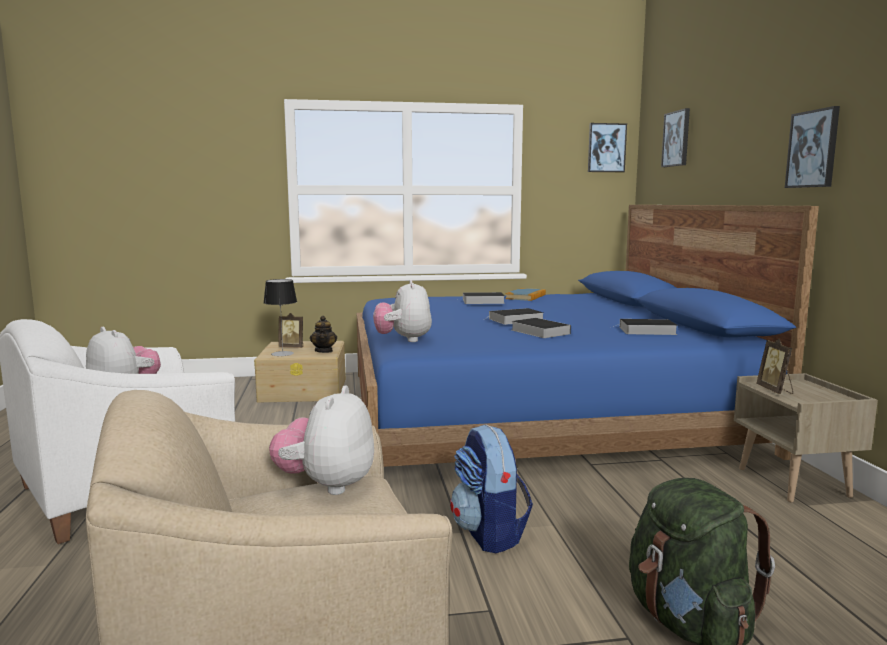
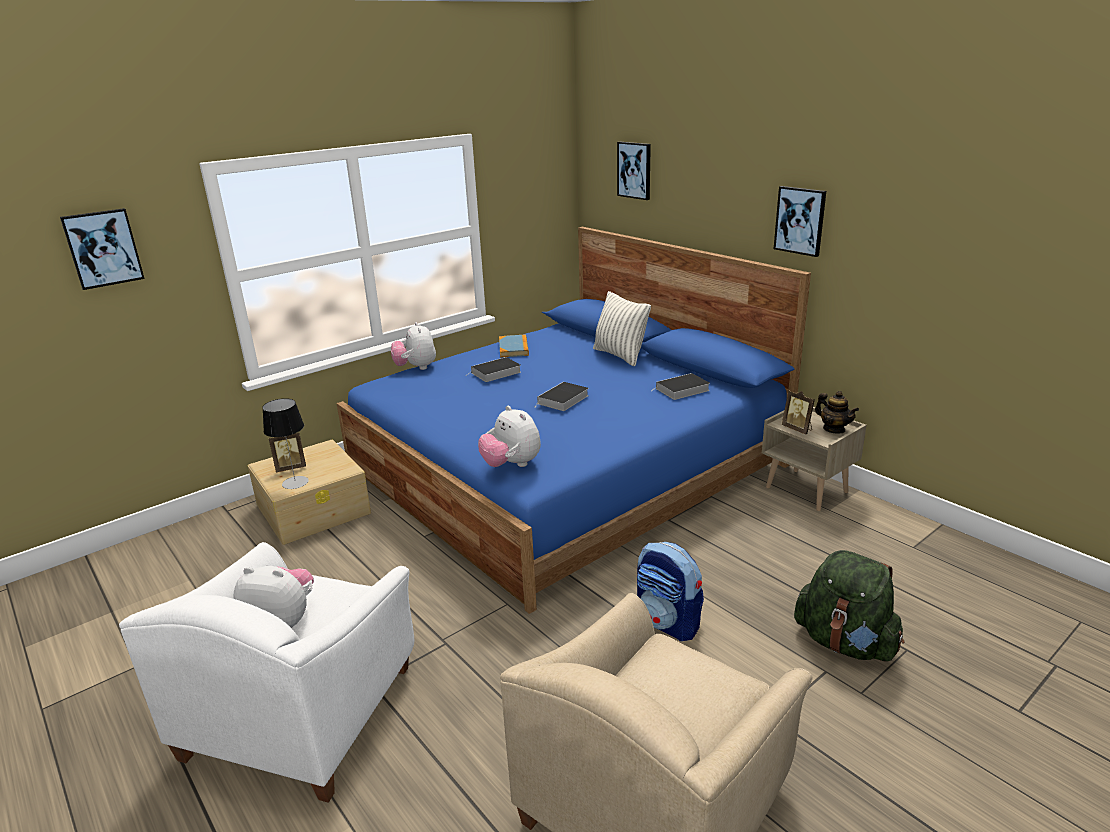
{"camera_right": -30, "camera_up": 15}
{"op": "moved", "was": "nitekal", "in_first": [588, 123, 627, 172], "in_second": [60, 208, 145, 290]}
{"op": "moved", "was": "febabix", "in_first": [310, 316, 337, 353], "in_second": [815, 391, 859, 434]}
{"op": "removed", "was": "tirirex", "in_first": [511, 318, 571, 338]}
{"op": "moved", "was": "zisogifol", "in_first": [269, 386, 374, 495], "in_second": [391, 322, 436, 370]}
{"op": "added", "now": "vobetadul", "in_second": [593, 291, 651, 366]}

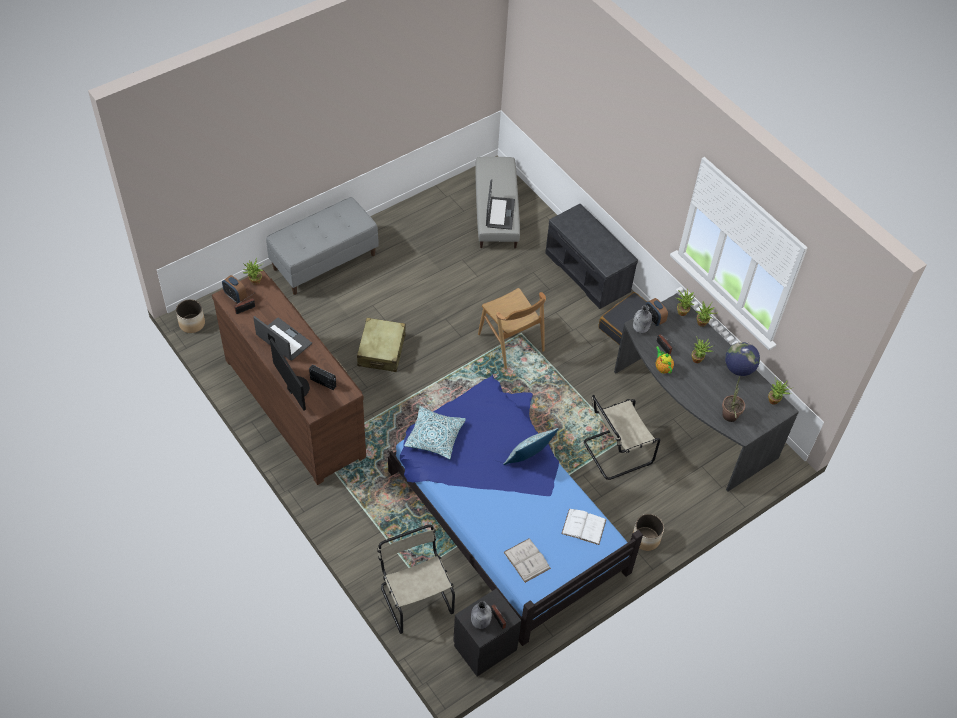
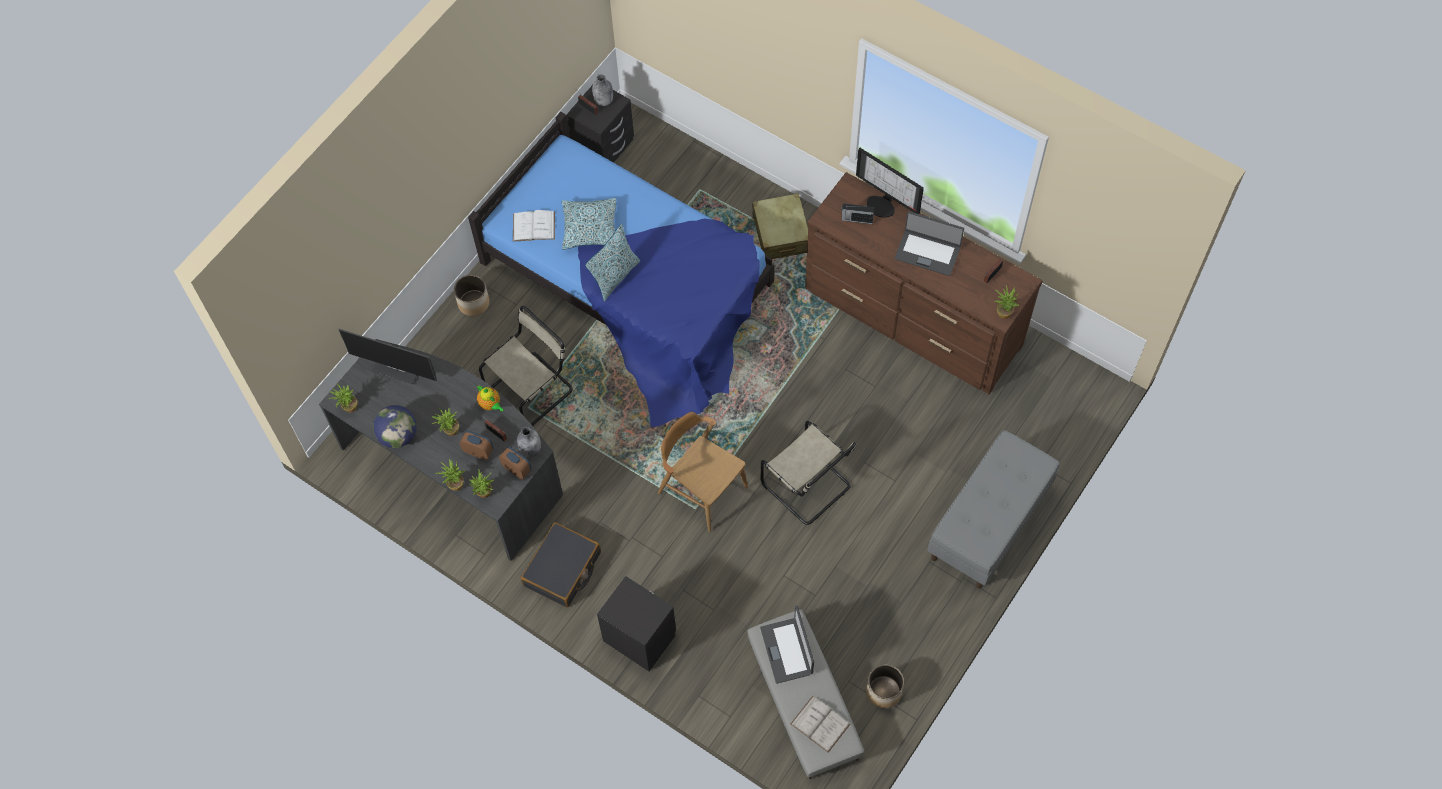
{"camera_right": 165, "camera_up": 10}
{"op": "replaced", "was": "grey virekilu", "now": "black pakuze", "in_first": [545, 204, 638, 309], "in_second": [597, 576, 676, 671]}
{"op": "moved", "was": "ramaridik", "in_first": [222, 275, 247, 303], "in_second": [460, 431, 494, 460]}
{"op": "moved", "was": "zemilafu", "in_first": [176, 299, 205, 333], "in_second": [866, 665, 904, 708]}
{"op": "moved", "was": "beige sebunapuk", "in_first": [357, 318, 406, 372], "in_second": [752, 193, 808, 259]}
{"op": "replaced", "was": "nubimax", "now": "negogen", "in_first": [722, 376, 745, 422], "in_second": [338, 329, 437, 384]}
{"op": "moved", "was": "vobetadul", "in_first": [404, 406, 466, 460], "in_second": [562, 198, 616, 250]}
{"op": "moved", "was": "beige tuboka", "in_first": [377, 525, 455, 634], "in_second": [761, 421, 856, 525]}
{"op": "moved", "was": "white tirirex", "in_first": [504, 539, 551, 583], "in_second": [791, 696, 850, 753]}

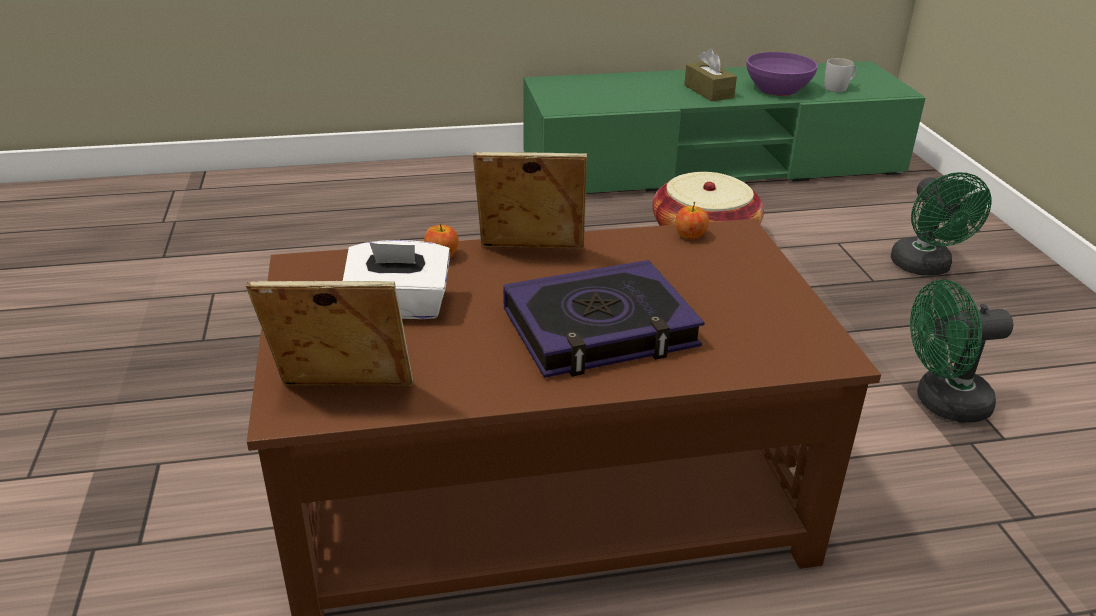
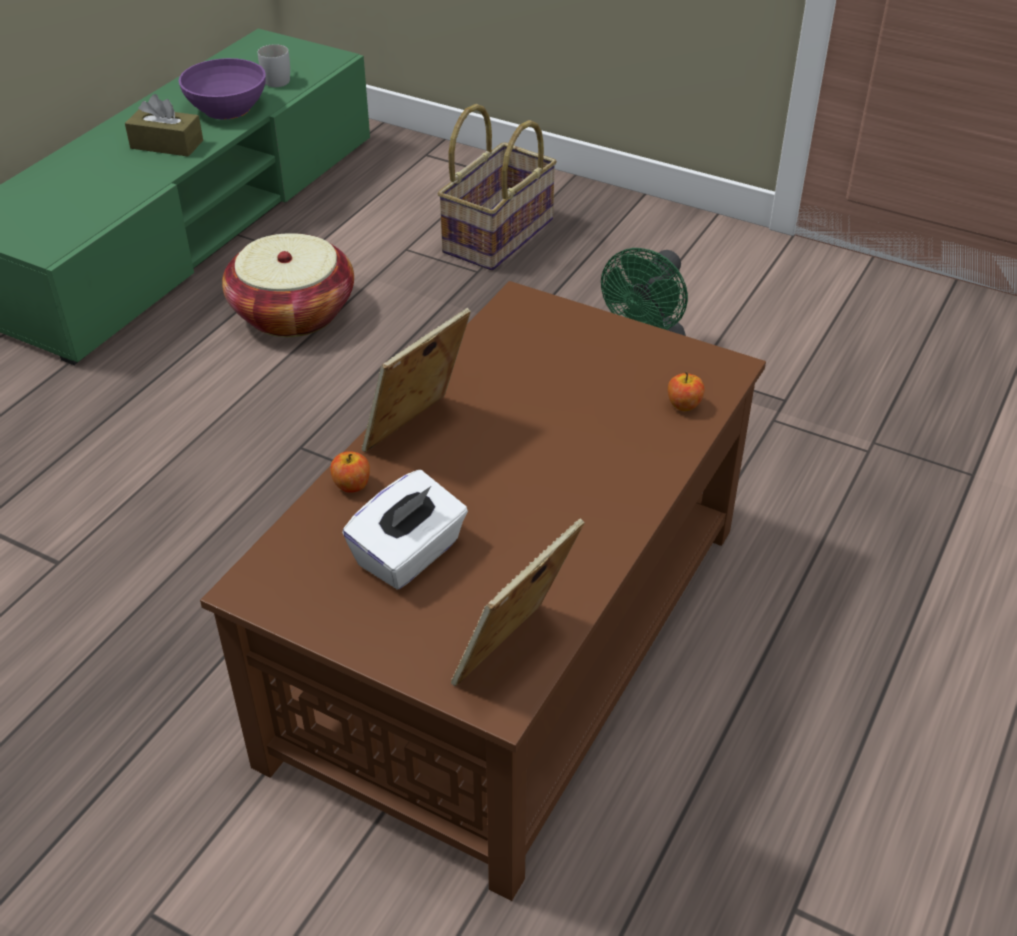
{"camera_right": -50, "camera_up": 10}
{"op": "replaced", "was": "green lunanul", "now": "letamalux", "in_first": [891, 172, 991, 276], "in_second": [437, 104, 557, 271]}
{"op": "moved", "was": "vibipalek", "in_first": [675, 202, 709, 239], "in_second": [668, 372, 704, 411]}
{"op": "removed", "was": "tirirex", "in_first": [503, 260, 705, 378]}

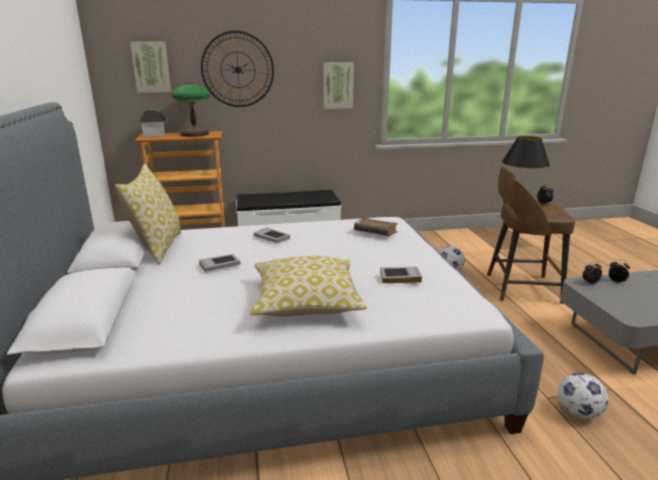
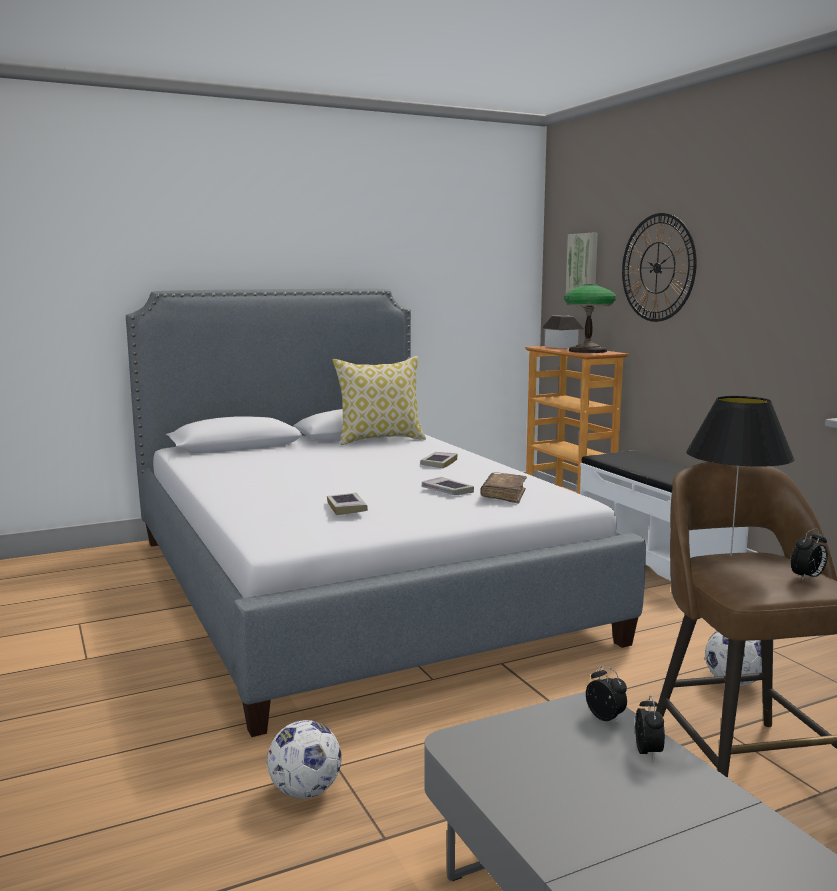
{"camera_right": 75, "camera_up": -10}
{"op": "removed", "was": "nitekal", "in_first": [323, 62, 354, 109]}
{"op": "moved", "was": "tirirex", "in_first": [199, 254, 241, 272], "in_second": [422, 477, 474, 495]}
{"op": "removed", "was": "vobetadul", "in_first": [250, 256, 367, 317]}

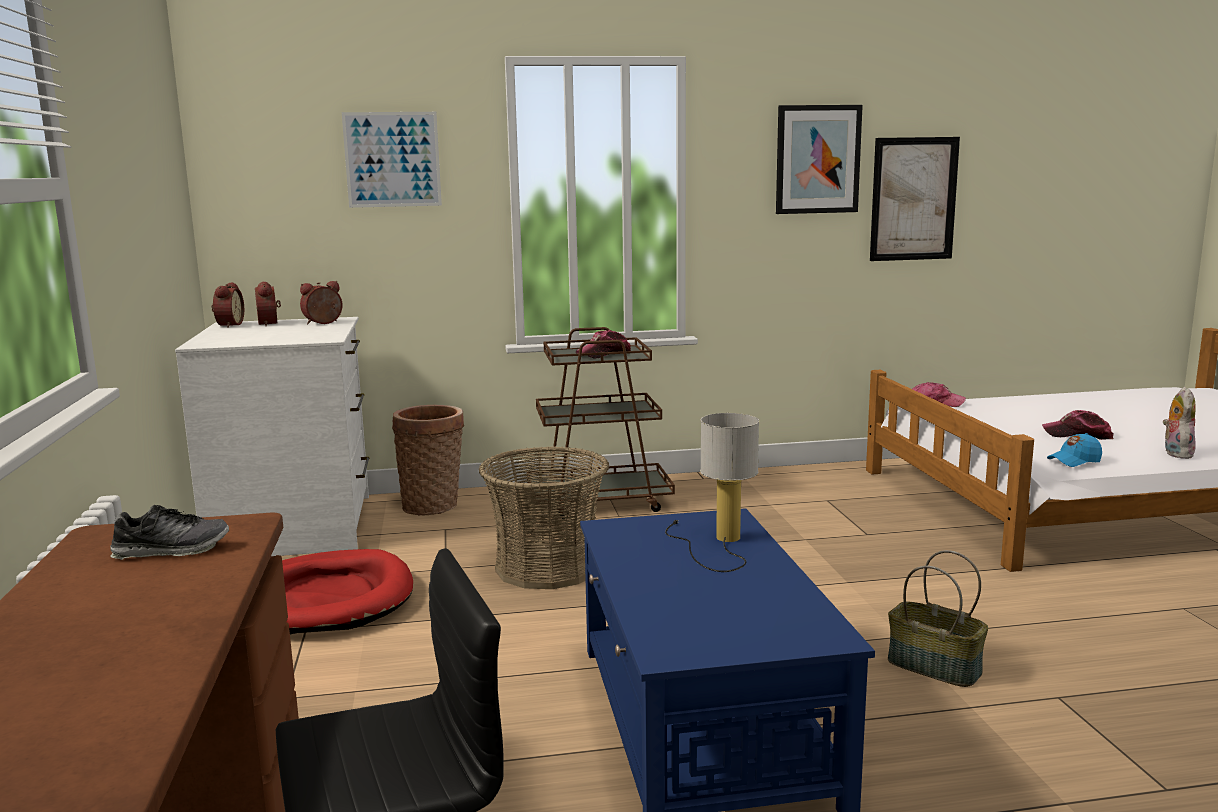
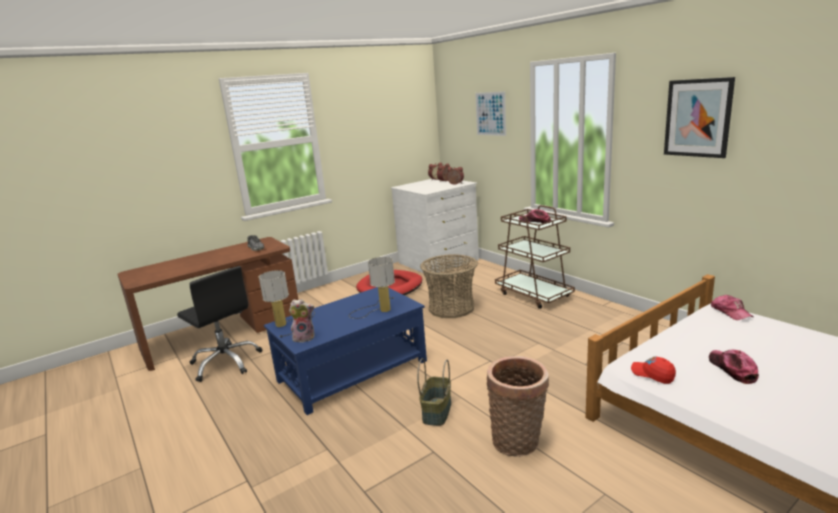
{"camera_right": 65, "camera_up": 5}
{"op": "removed", "was": "nitekal", "in_first": [870, 137, 960, 261]}
{"op": "moved", "was": "zisogifol", "in_first": [1163, 387, 1196, 459], "in_second": [289, 299, 315, 342]}
{"op": "moved", "was": "letamalux", "in_first": [392, 405, 464, 516], "in_second": [487, 356, 549, 457]}
{"op": "recoloured", "was": "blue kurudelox", "now": "red kurudelox", "in_first": [1047, 433, 1102, 467], "in_second": [631, 357, 676, 384]}
{"op": "added", "now": "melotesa", "in_second": [259, 270, 315, 337]}

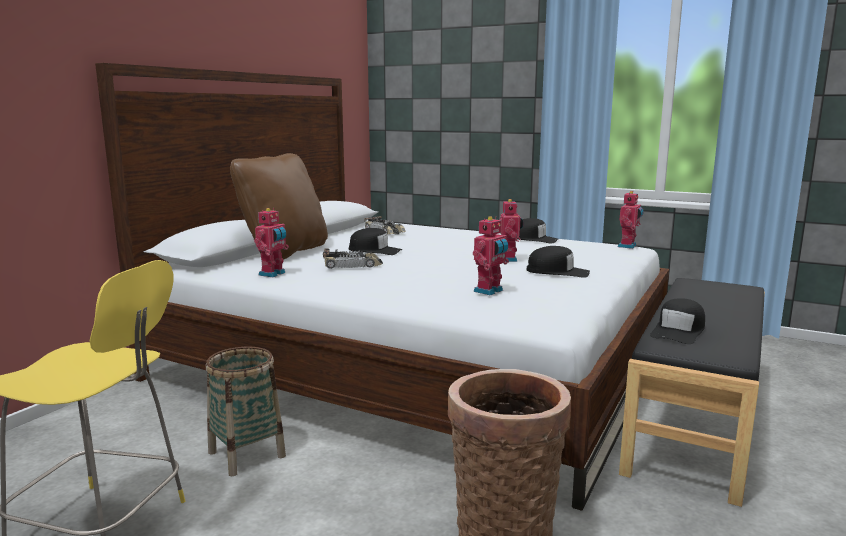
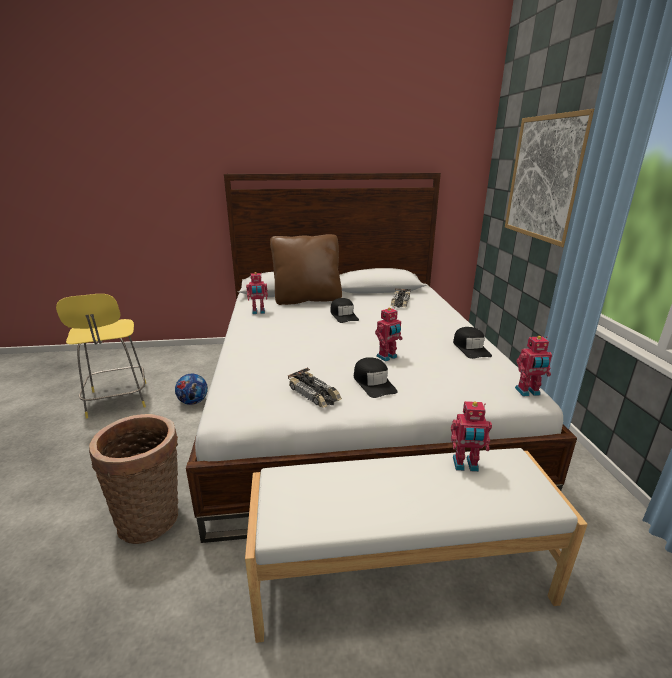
{"camera_right": 55, "camera_up": 10}
{"op": "moved", "was": "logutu", "in_first": [473, 216, 509, 295], "in_second": [451, 401, 492, 472]}
{"op": "moved", "was": "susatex", "in_first": [323, 249, 383, 269], "in_second": [288, 368, 342, 408]}
{"op": "recoloured", "was": "black virekilu", "now": "white virekilu", "in_first": [619, 278, 765, 507], "in_second": [245, 448, 588, 643]}
{"op": "removed", "was": "black kurudelox", "in_first": [650, 298, 705, 344]}
{"op": "replaced", "was": "letamalux", "now": "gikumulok", "in_first": [206, 347, 286, 476], "in_second": [175, 374, 208, 405]}
{"op": "added", "now": "nitekal", "in_second": [505, 109, 594, 248]}

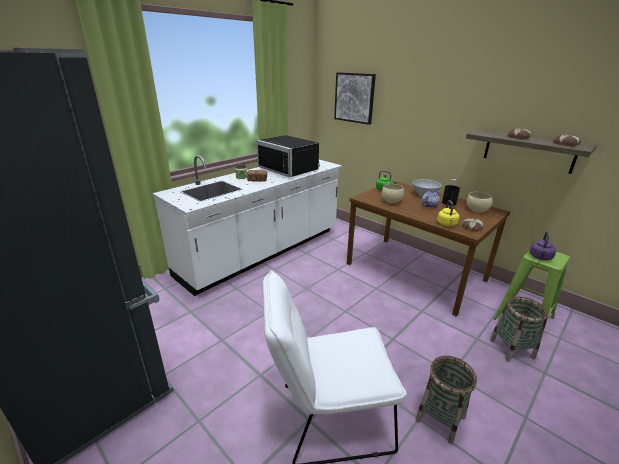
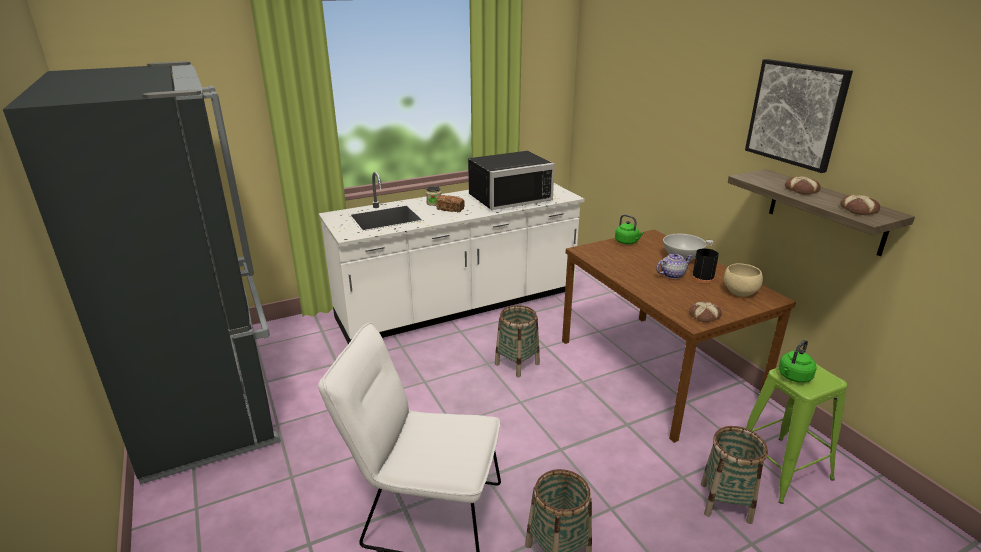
{"camera_right": 20, "camera_up": 0}
{"op": "moved", "was": "nitekal", "in_first": [334, 72, 376, 125], "in_second": [745, 59, 853, 173]}
{"op": "turned", "was": "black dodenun", "in_first": [256, 135, 320, 177], "in_second": [468, 151, 555, 210], "clockwise": -90}
{"op": "removed", "was": "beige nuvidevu", "in_first": [382, 184, 404, 203]}
{"op": "removed", "was": "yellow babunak", "in_first": [437, 200, 459, 226]}
{"op": "recoloured", "was": "purple babunak", "now": "green babunak", "in_first": [530, 232, 557, 260], "in_second": [779, 340, 817, 383]}
{"op": "added", "now": "letamalux", "in_second": [495, 305, 540, 377]}

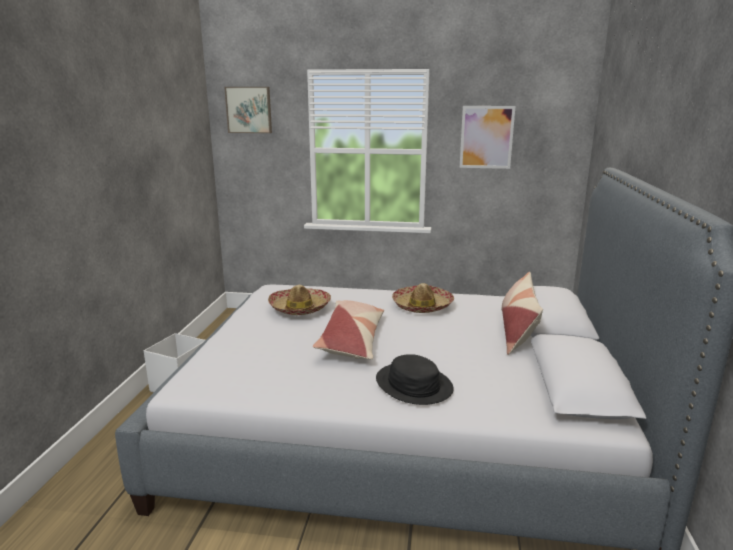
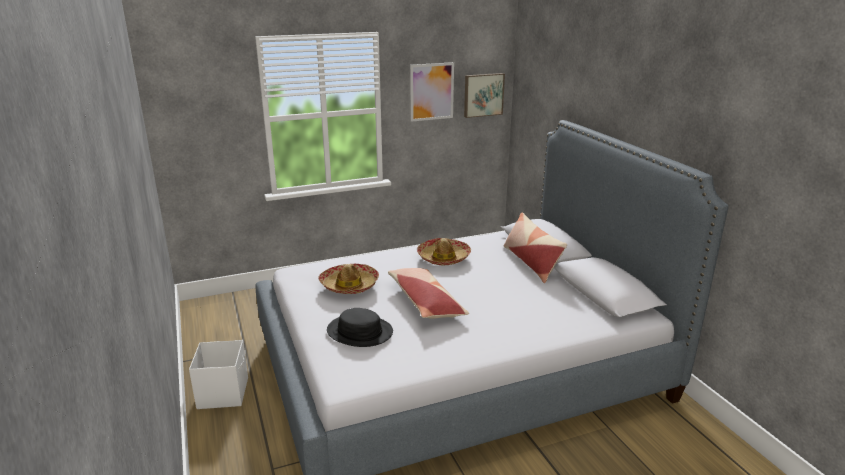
{"camera_right": -30, "camera_up": 5}
{"op": "moved", "was": "nitekal", "in_first": [224, 87, 272, 133], "in_second": [464, 73, 505, 118]}
{"op": "moved", "was": "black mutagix", "in_first": [376, 354, 454, 405], "in_second": [327, 308, 393, 347]}

